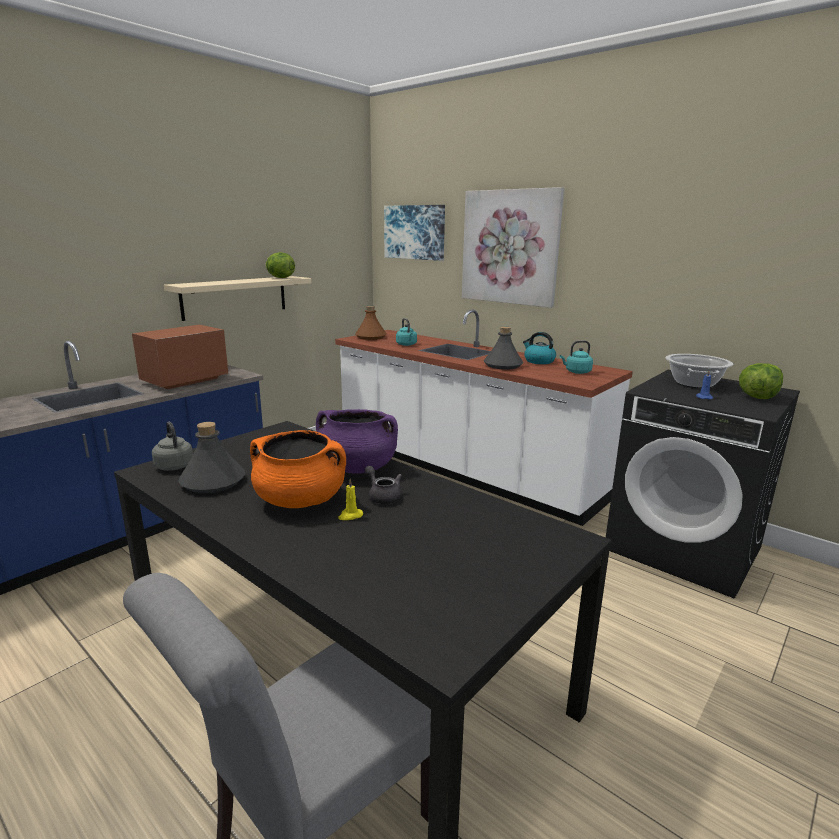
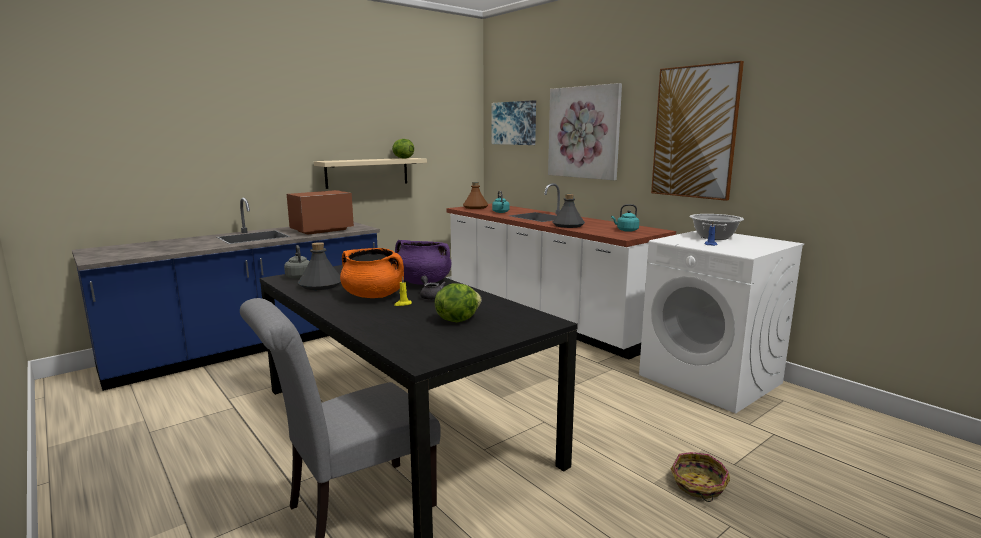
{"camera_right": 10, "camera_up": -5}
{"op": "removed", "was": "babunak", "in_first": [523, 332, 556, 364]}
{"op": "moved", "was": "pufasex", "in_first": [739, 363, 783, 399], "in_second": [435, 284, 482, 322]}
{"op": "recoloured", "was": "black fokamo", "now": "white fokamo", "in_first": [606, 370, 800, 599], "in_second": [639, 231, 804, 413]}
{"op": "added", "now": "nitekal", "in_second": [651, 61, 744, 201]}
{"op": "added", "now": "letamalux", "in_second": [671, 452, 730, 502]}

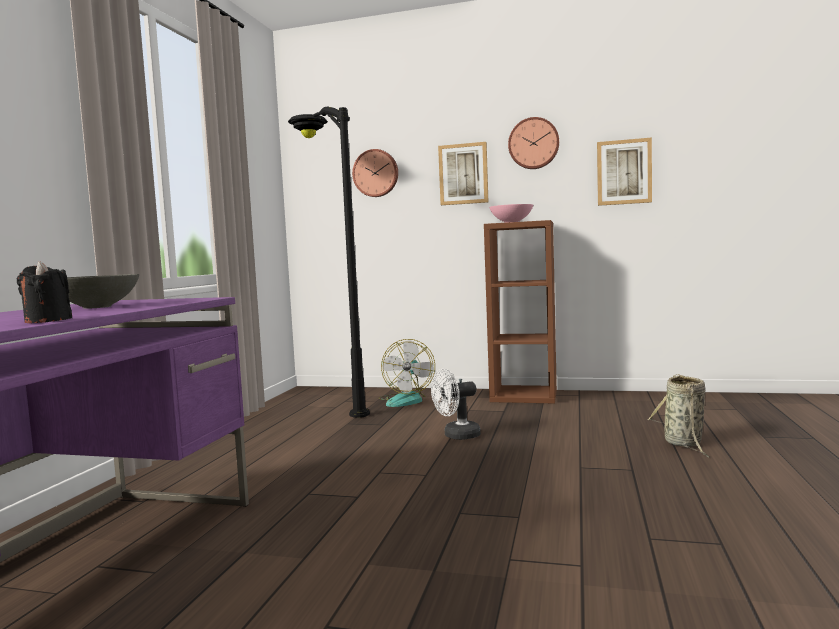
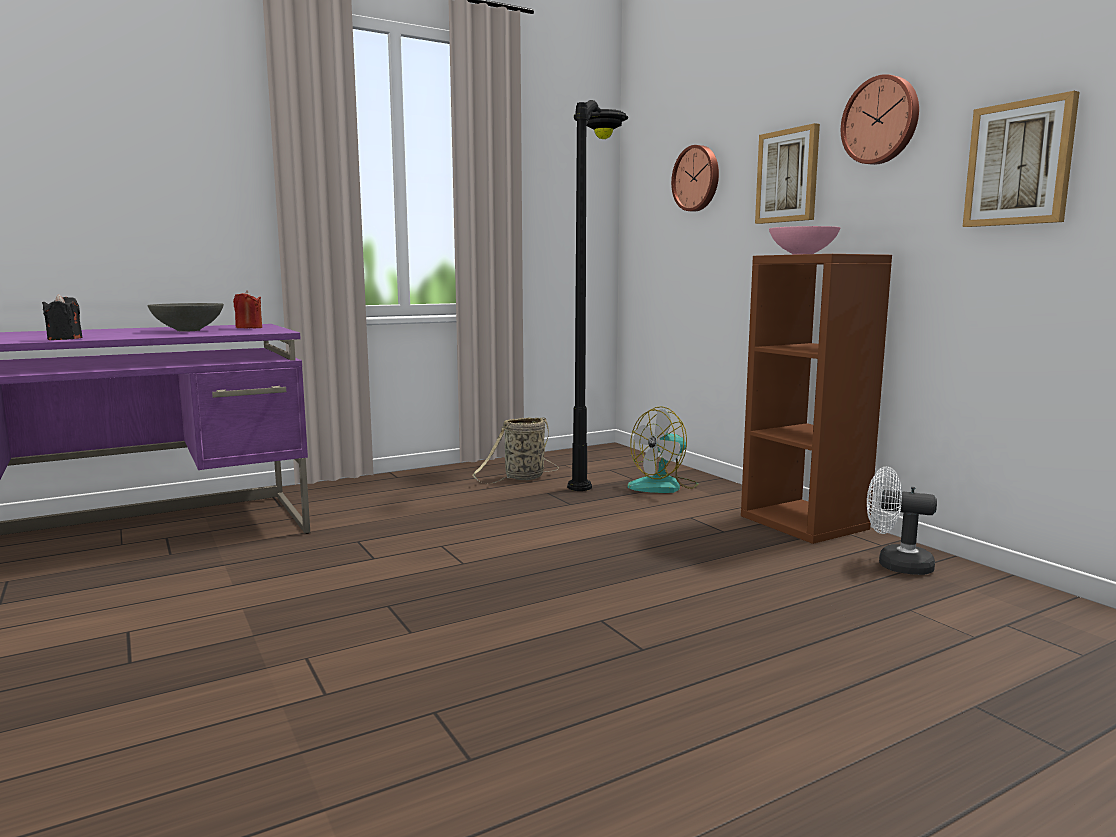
{"camera_right": 45, "camera_up": 5}
{"op": "moved", "was": "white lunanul", "in_first": [431, 369, 481, 440], "in_second": [867, 467, 937, 575]}
{"op": "moved", "was": "letamalux", "in_first": [648, 374, 711, 458], "in_second": [472, 417, 559, 484]}
{"op": "added", "now": "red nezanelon", "in_second": [233, 290, 262, 328]}

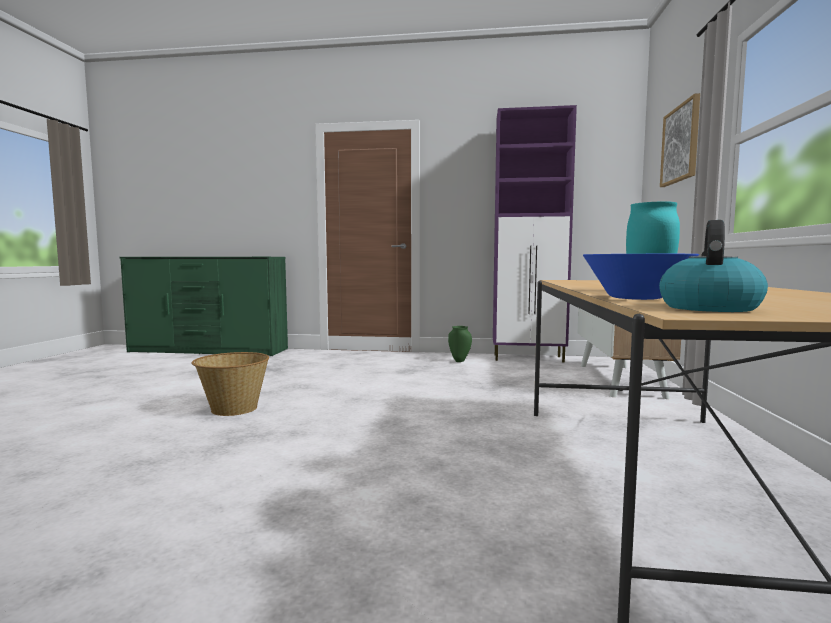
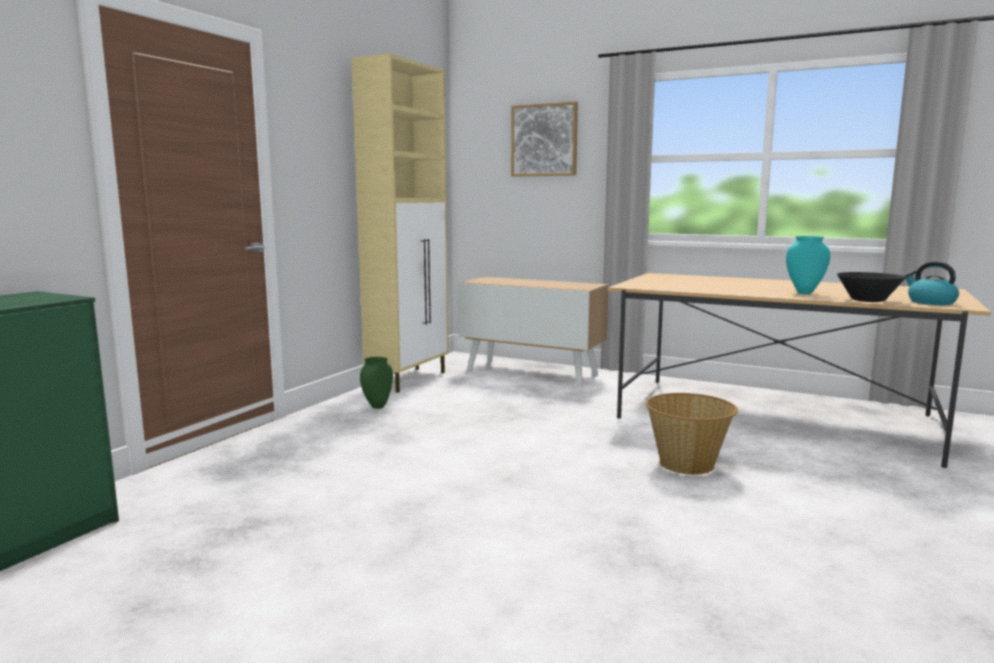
{"camera_right": -70, "camera_up": 5}
{"op": "recoloured", "was": "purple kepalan", "now": "beige kepalan", "in_first": [493, 105, 577, 363], "in_second": [351, 53, 449, 393]}
{"op": "recoloured", "was": "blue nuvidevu", "now": "black nuvidevu", "in_first": [583, 254, 699, 300], "in_second": [837, 272, 906, 302]}
{"op": "moved", "was": "letamalux", "in_first": [191, 352, 269, 416], "in_second": [646, 393, 738, 475]}

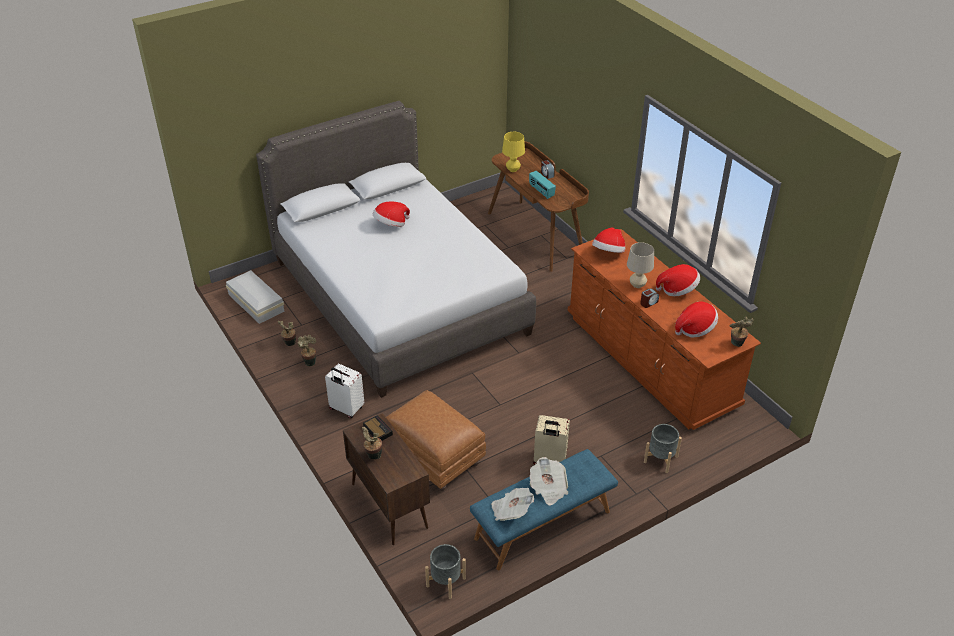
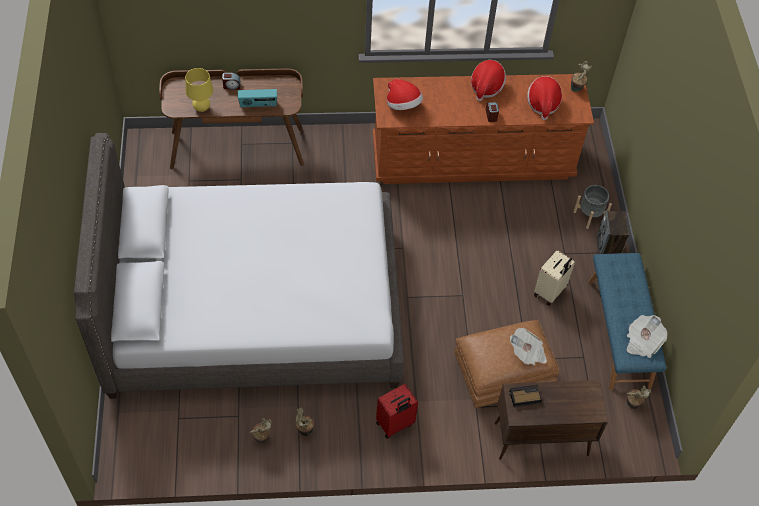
{"camera_right": -65, "camera_up": 15}
{"op": "removed", "was": "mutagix", "in_first": [373, 202, 410, 227]}
{"op": "removed", "was": "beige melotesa", "in_first": [627, 242, 654, 288]}
{"op": "removed", "was": "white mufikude", "in_first": [226, 270, 284, 324]}
{"op": "recoloured", "was": "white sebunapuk", "now": "red sebunapuk", "in_first": [325, 364, 365, 418], "in_second": [376, 384, 418, 439]}
{"op": "moved", "was": "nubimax", "in_first": [362, 427, 382, 460], "in_second": [626, 385, 651, 409]}
{"op": "moved", "was": "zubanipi", "in_first": [530, 457, 568, 506], "in_second": [510, 328, 547, 365]}
{"op": "removed", "was": "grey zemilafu", "in_first": [425, 544, 466, 599]}
{"op": "added", "now": "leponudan", "in_second": [597, 211, 629, 254]}

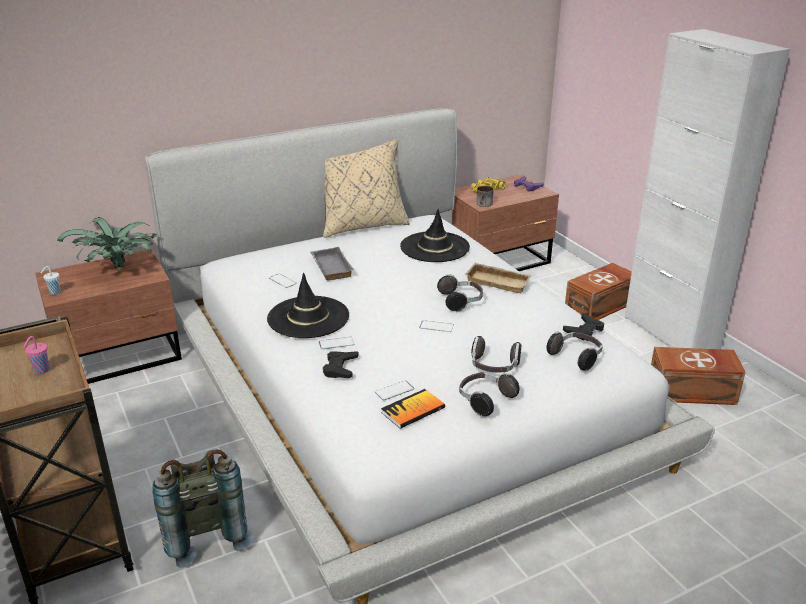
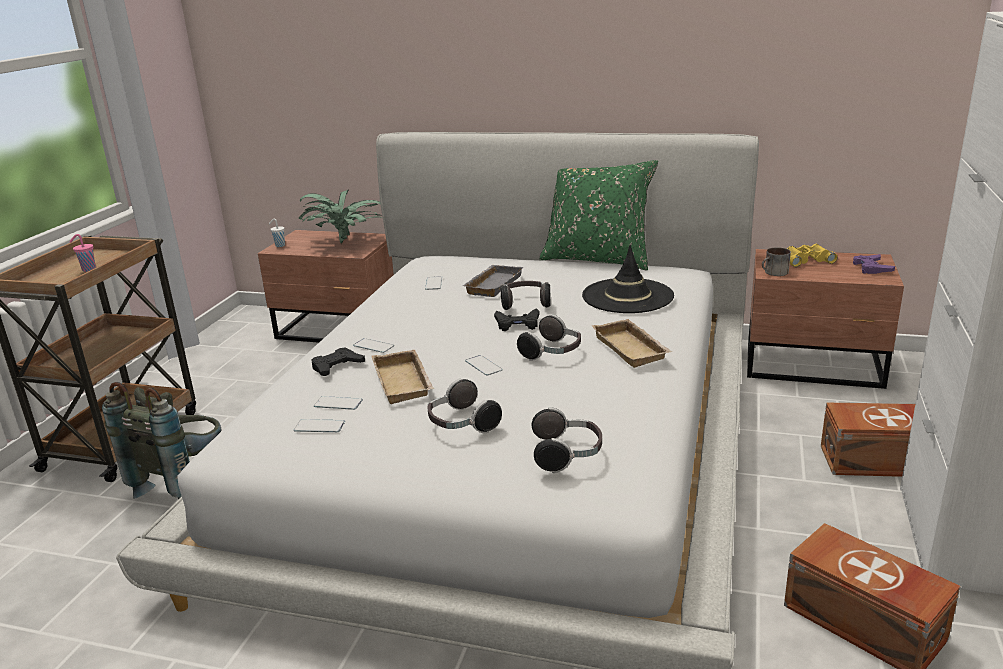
{"camera_right": 45, "camera_up": -5}
{"op": "recoloured", "was": "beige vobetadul", "now": "green vobetadul", "in_first": [323, 139, 410, 238], "in_second": [540, 160, 658, 270]}
{"op": "removed", "was": "black mutagix", "in_first": [267, 273, 349, 338]}
{"op": "moved", "was": "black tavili", "in_first": [563, 313, 604, 341], "in_second": [494, 308, 539, 331]}
{"op": "moved", "was": "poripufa", "in_first": [459, 372, 519, 416], "in_second": [501, 281, 551, 310]}
{"op": "replaced", "was": "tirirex", "now": "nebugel", "in_first": [381, 389, 445, 429], "in_second": [294, 419, 345, 432]}
{"op": "added", "now": "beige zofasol", "in_second": [371, 350, 434, 404]}

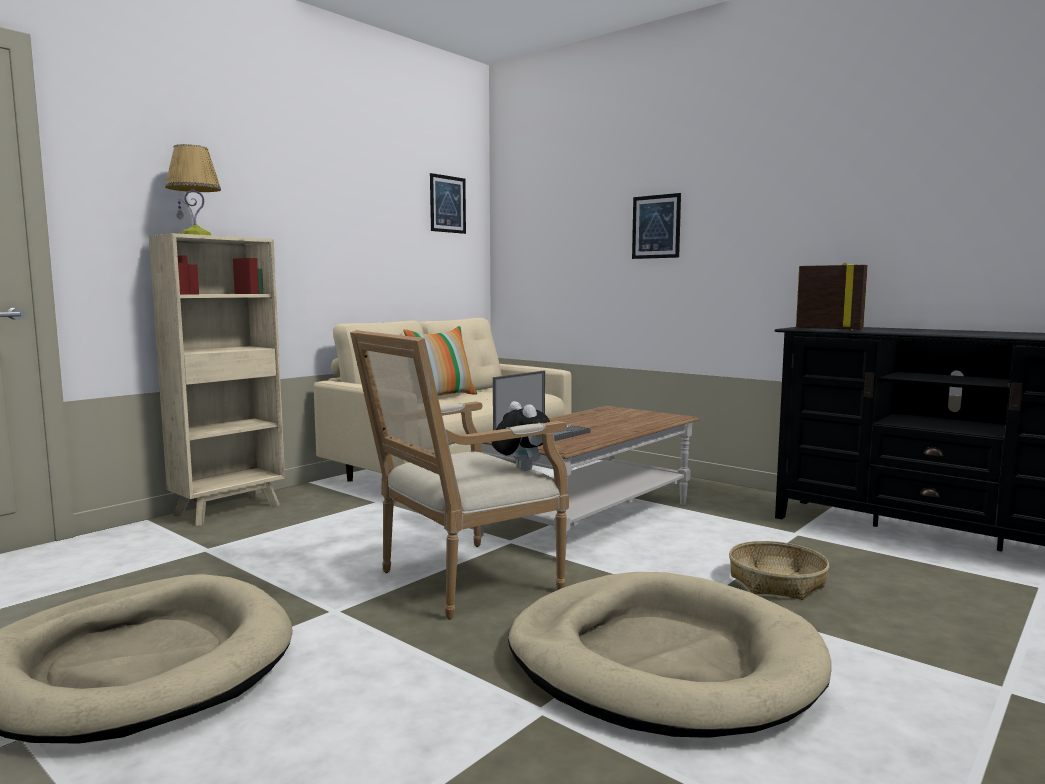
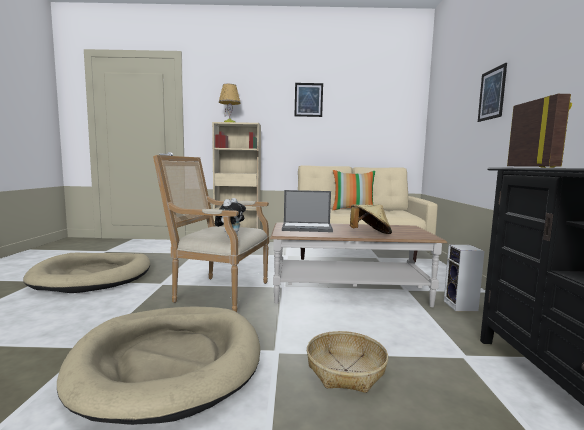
{"camera_right": 50, "camera_up": 0}
{"op": "moved", "was": "nitekal", "in_first": [430, 173, 466, 234], "in_second": [295, 83, 323, 117]}
{"op": "added", "now": "beige mutagix", "in_second": [350, 205, 392, 234]}
{"op": "added", "now": "leponudan", "in_second": [444, 245, 484, 312]}

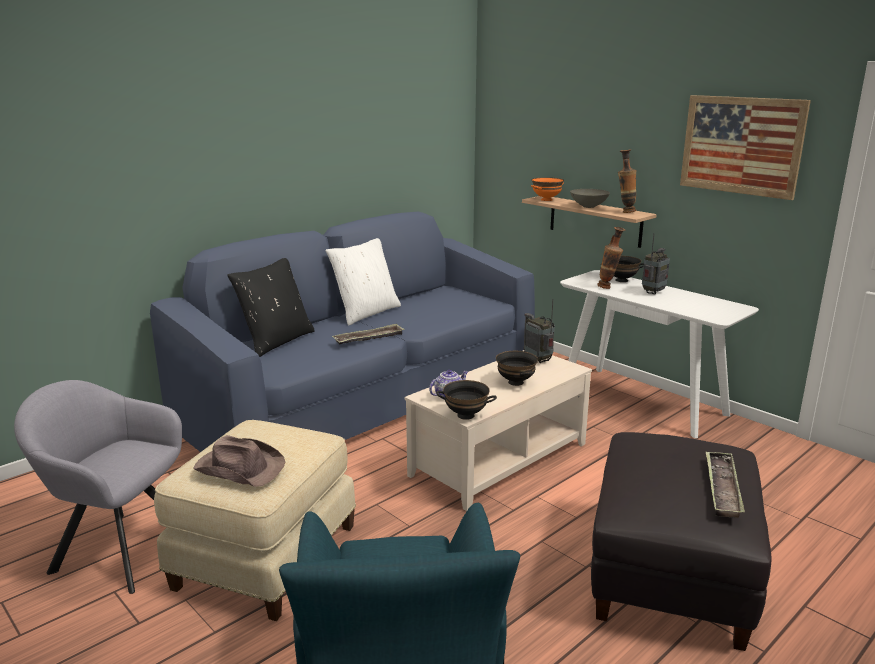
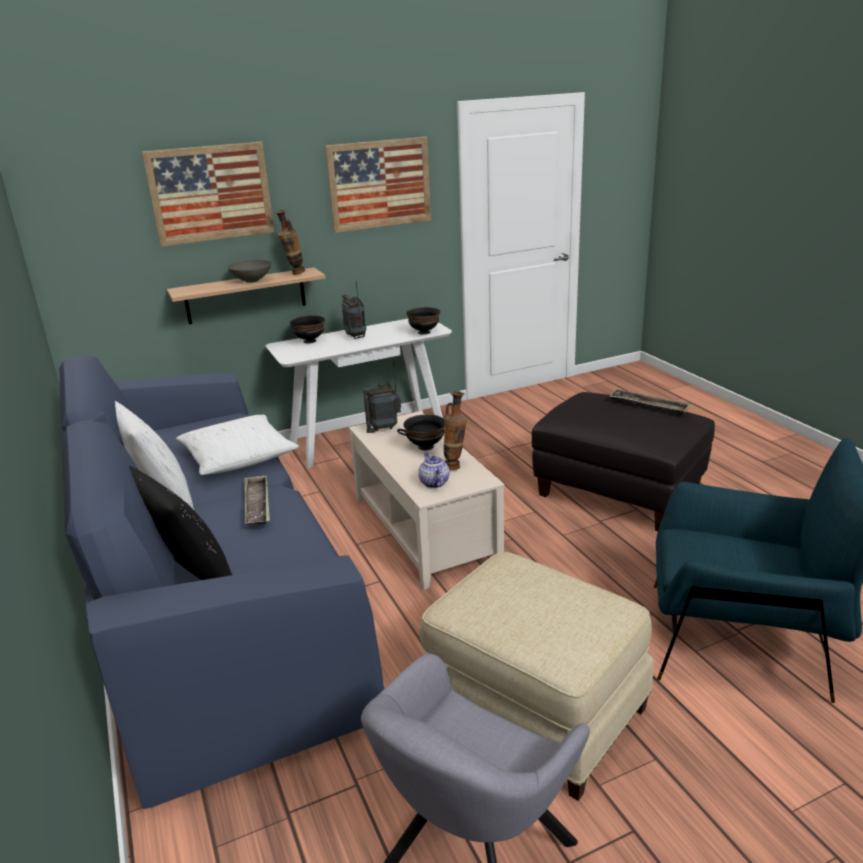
{"camera_right": -70, "camera_up": 5}
{"op": "removed", "was": "orange nuvidevu", "in_first": [531, 177, 564, 201]}
{"op": "moved", "was": "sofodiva", "in_first": [597, 227, 625, 289], "in_second": [444, 391, 467, 470]}
{"op": "moved", "was": "black nuvidevu", "in_first": [436, 380, 497, 420], "in_second": [406, 307, 440, 335]}
{"op": "removed", "was": "brown mutagix", "in_first": [193, 435, 286, 487]}
{"op": "added", "now": "nitekal", "in_second": [142, 142, 274, 247]}
{"op": "added", "now": "white vobetadul", "in_second": [176, 415, 299, 475]}

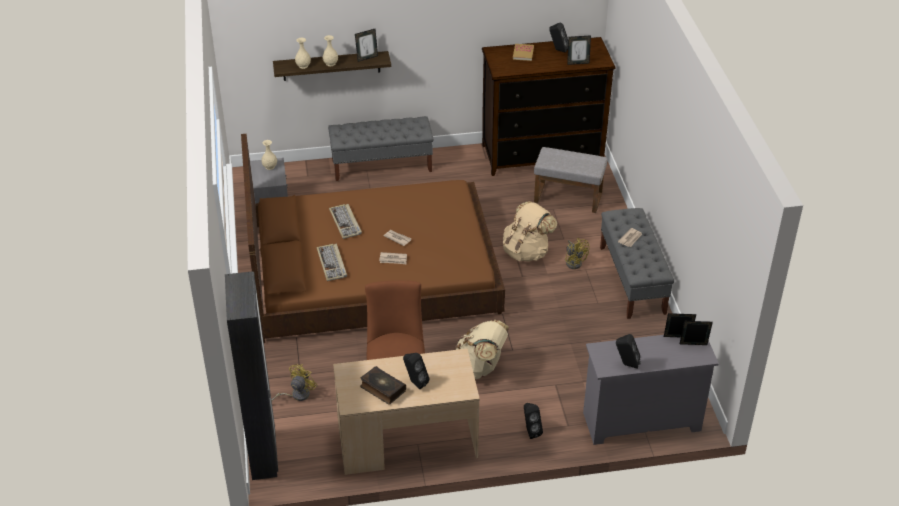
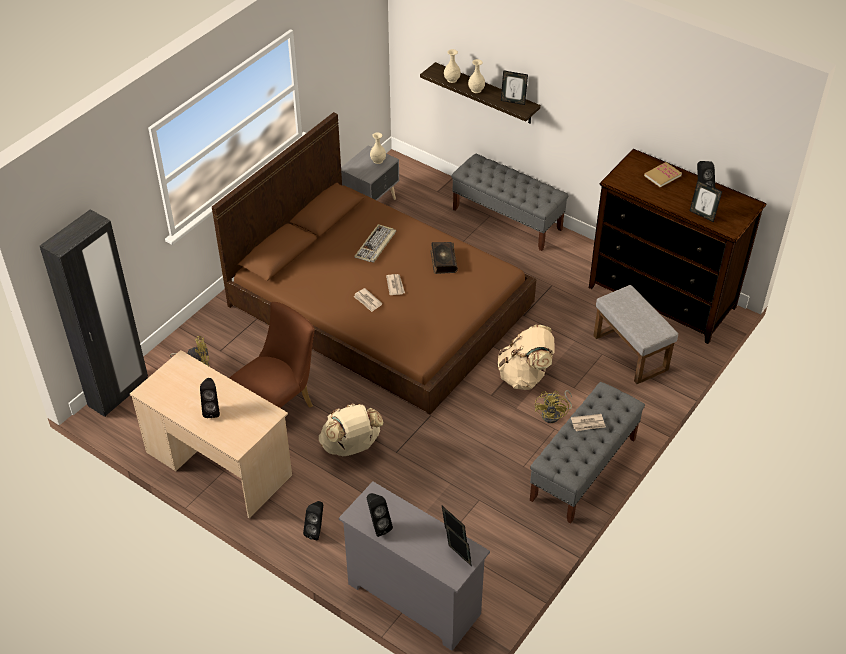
{"camera_right": 45, "camera_up": 5}
{"op": "removed", "was": "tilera", "in_first": [317, 244, 347, 281]}
{"op": "moved", "was": "tirirex", "in_first": [360, 366, 406, 405], "in_second": [431, 242, 458, 274]}

